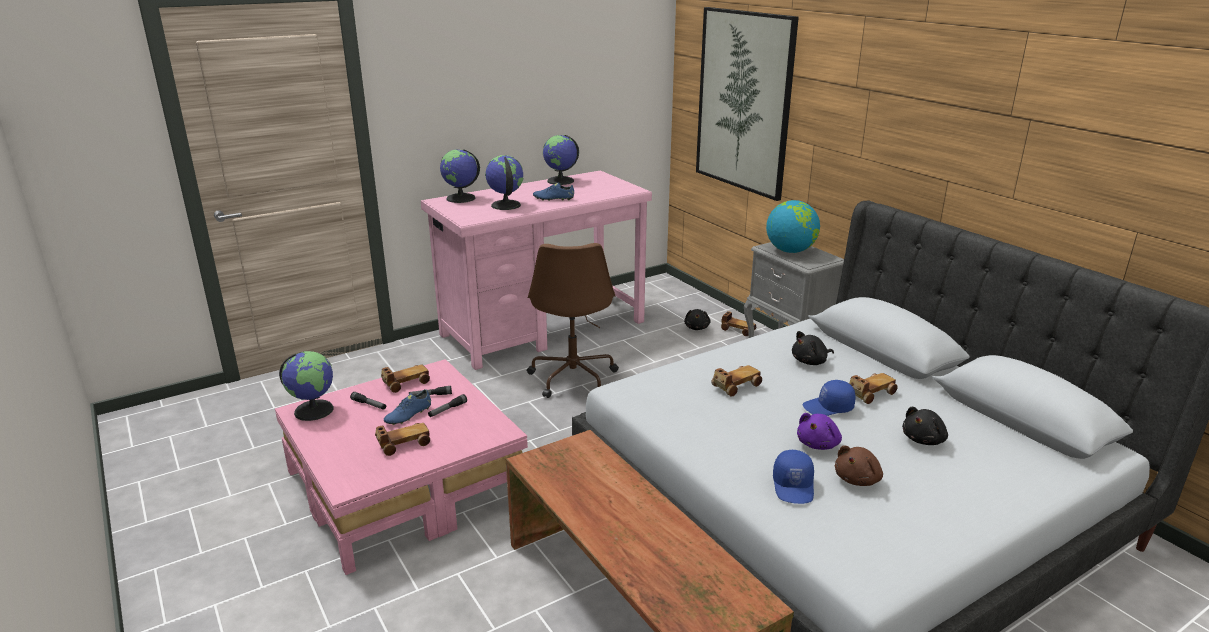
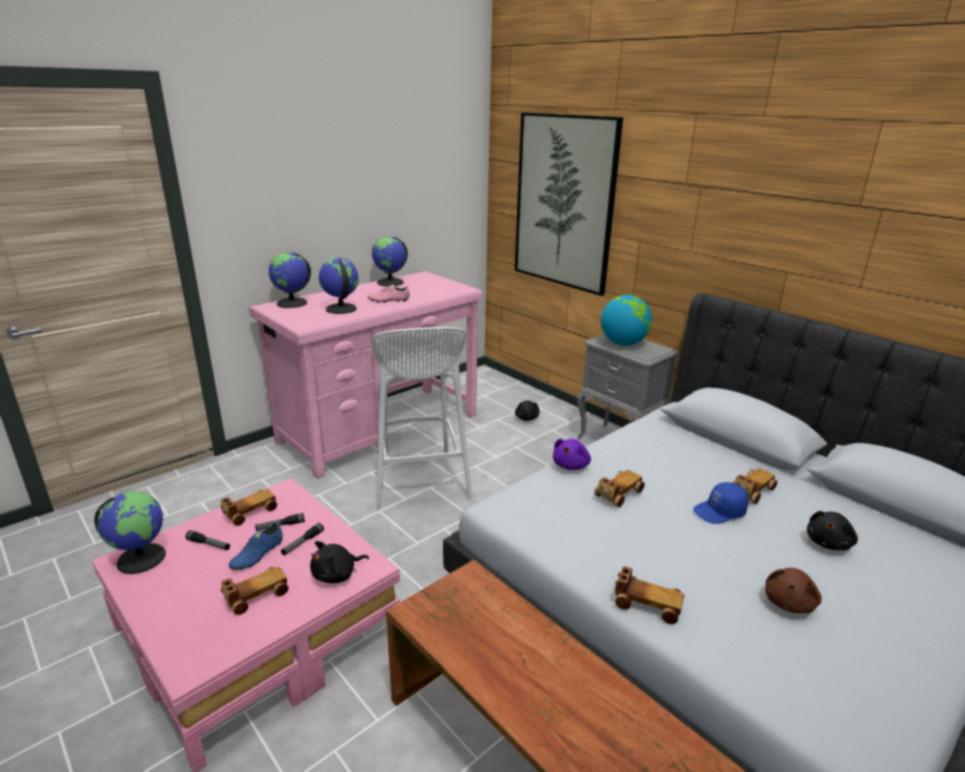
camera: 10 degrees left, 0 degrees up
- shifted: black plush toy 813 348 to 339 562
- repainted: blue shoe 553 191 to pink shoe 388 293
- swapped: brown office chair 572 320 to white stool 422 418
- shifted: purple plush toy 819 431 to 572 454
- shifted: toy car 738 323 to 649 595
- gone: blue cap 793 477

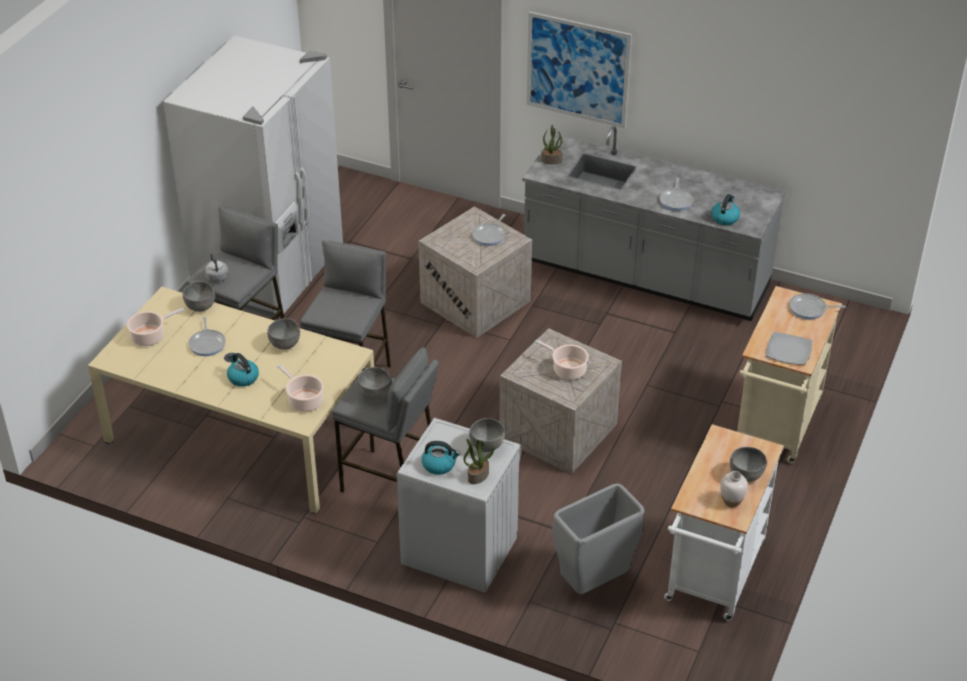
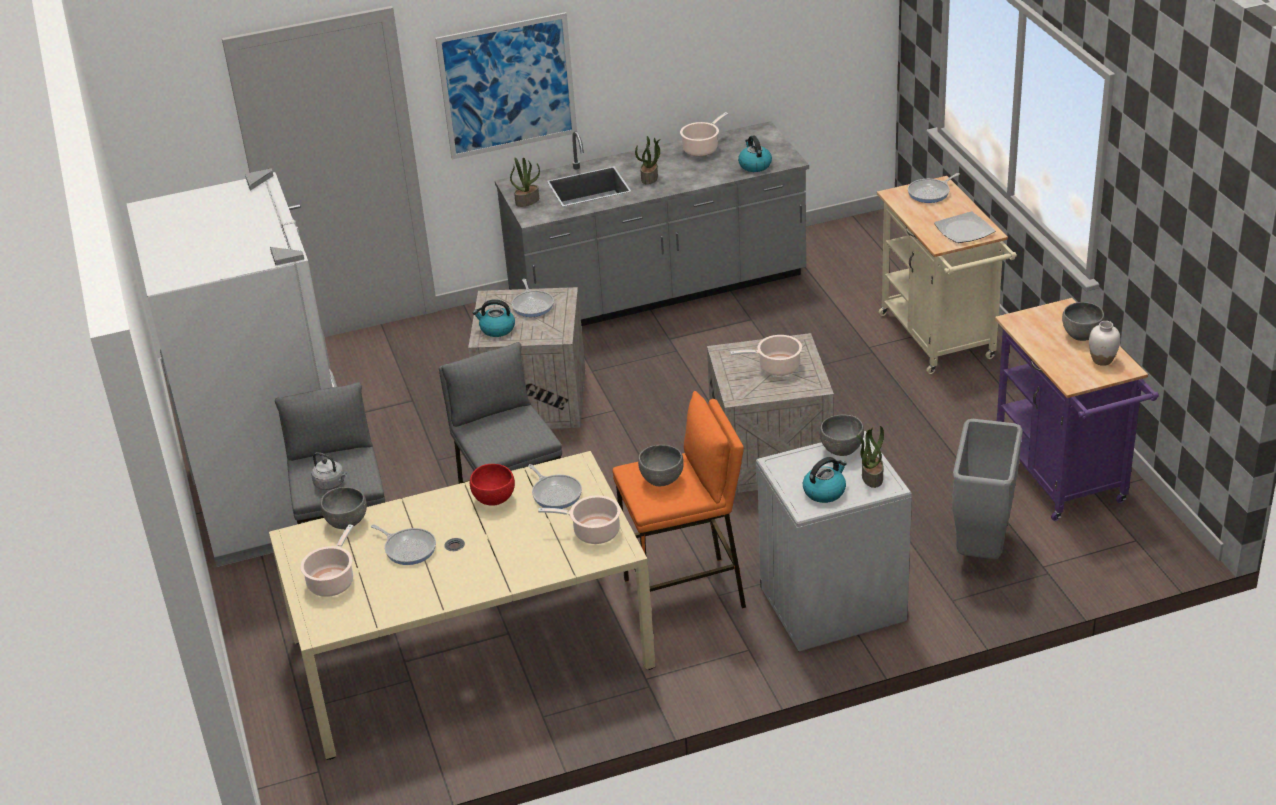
camera: 40 degrees left, 5 degrees down
- repainted: grey bowl 283 334 to red bowl 492 485
- shifted: kettle 243 370 to 494 318
- shifted: frying pan 676 194 to 555 486
- repainted: grey stool 385 420 to orange stool 679 500
- new: potted plant 648 160
- new: cooking pot 704 134
- repainted: white cart 724 522 to purple cart 1077 409

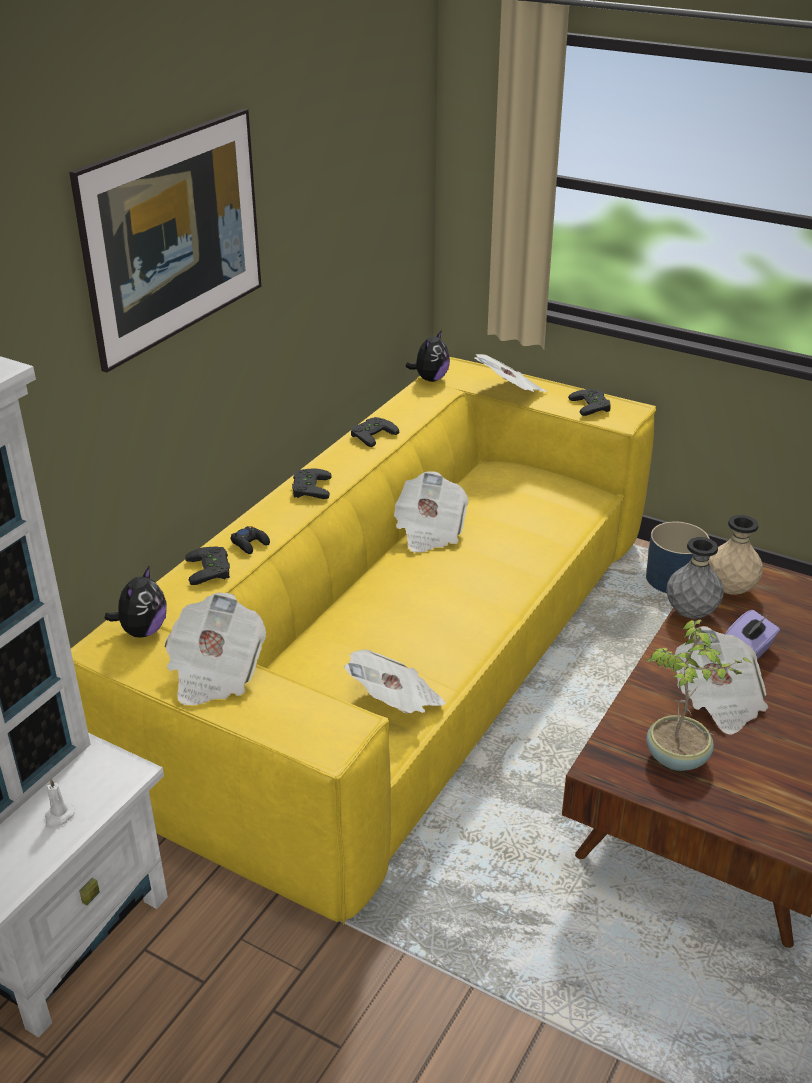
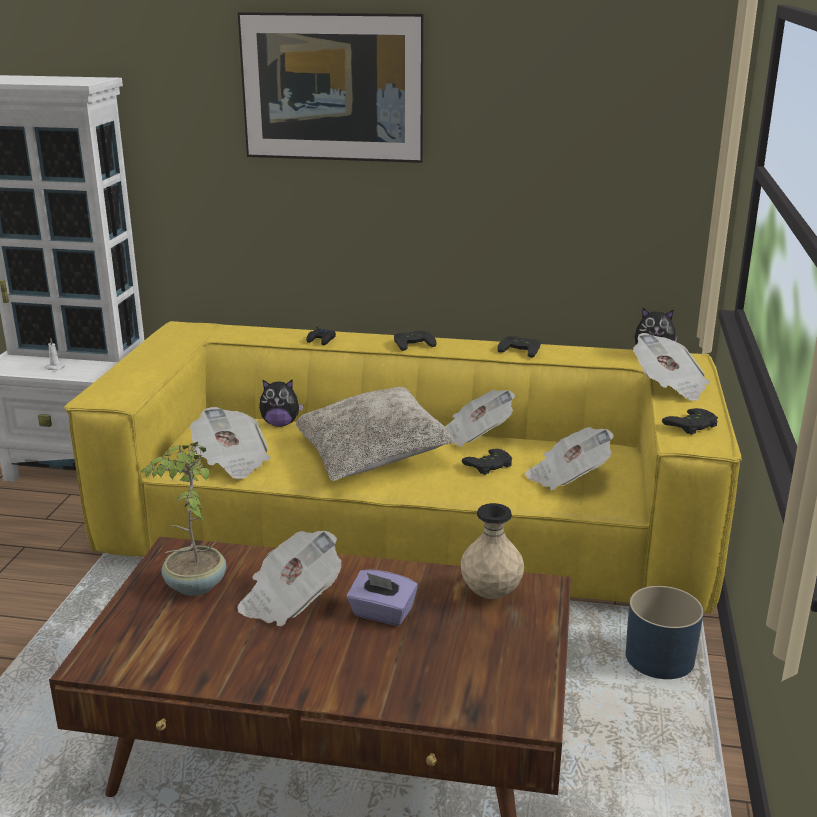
camera: 70 degrees right, 10 degrees down
- shifted: plush toy 136 602 to 281 403
- new: beige pillow 374 434
- shifted: black game controller 208 565 to 487 462
- shifted: newspaper 215 648 to 569 458
- gone: grey vase 695 578

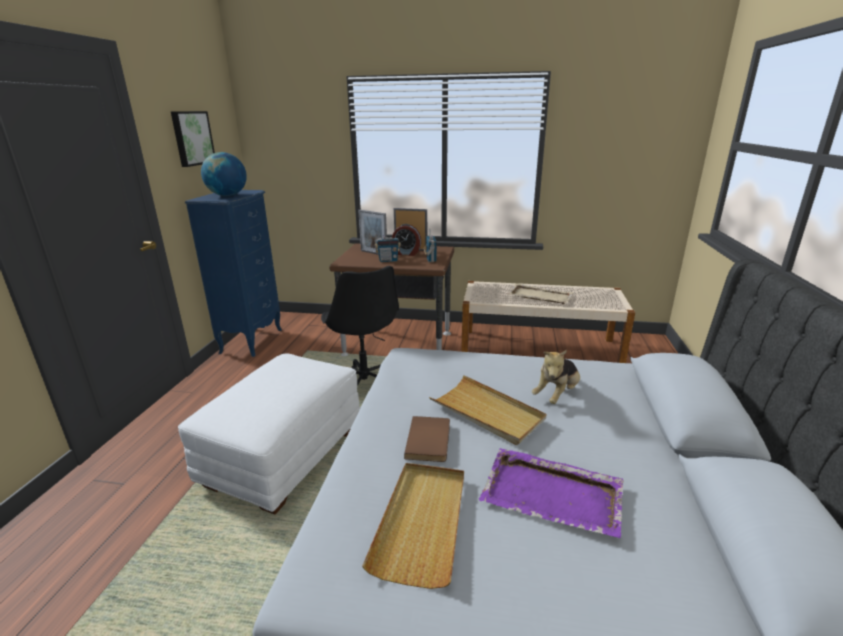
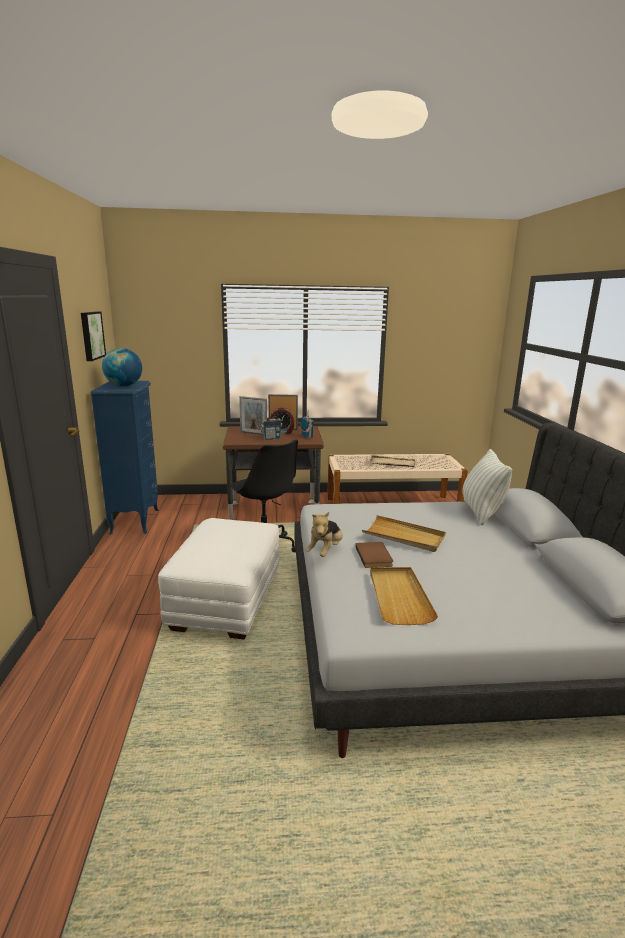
camera: 15 degrees left, 5 degrees down
- shifted: plush toy 556 377 to 324 534
- new: pillow 487 487
- gone: purple tray 551 493

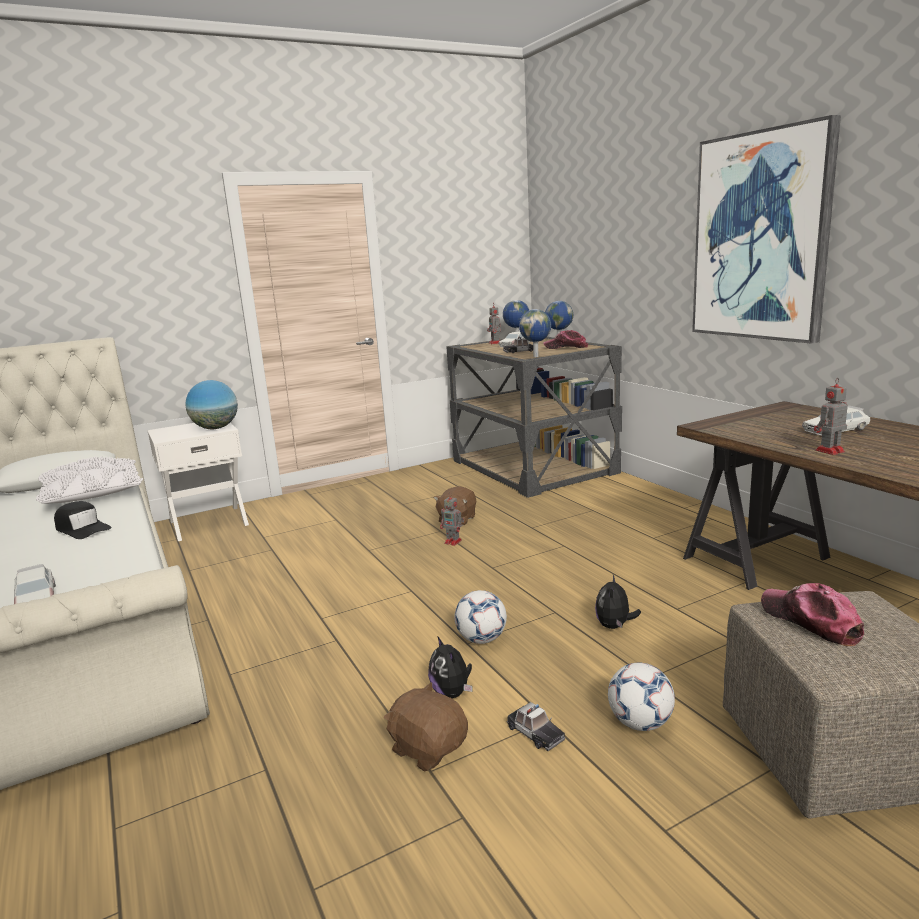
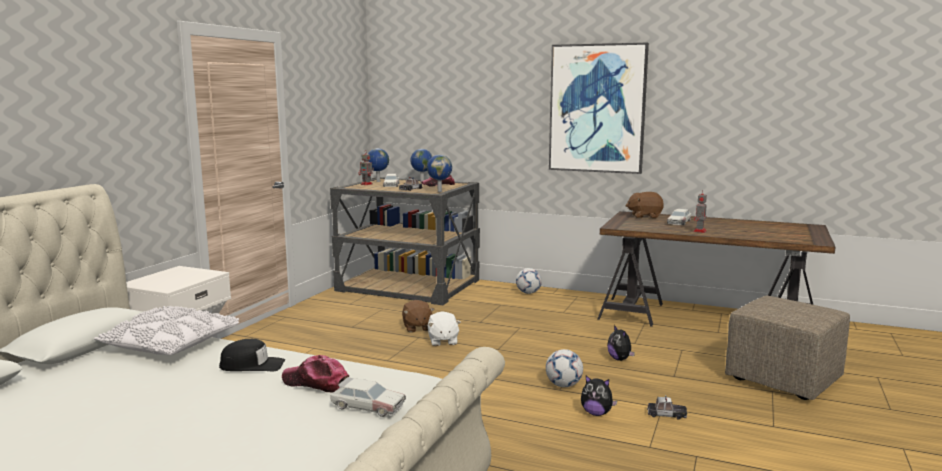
camera: 40 degrees left, 5 degrees down
- shifted: cap 812 614 to 315 373
- swapped: toy robot 452 519 to white plush toy 444 329
- shifted: football 641 697 to 529 281
- shifted: brown plush toy 426 727 to 644 205
- gone: globe 211 404

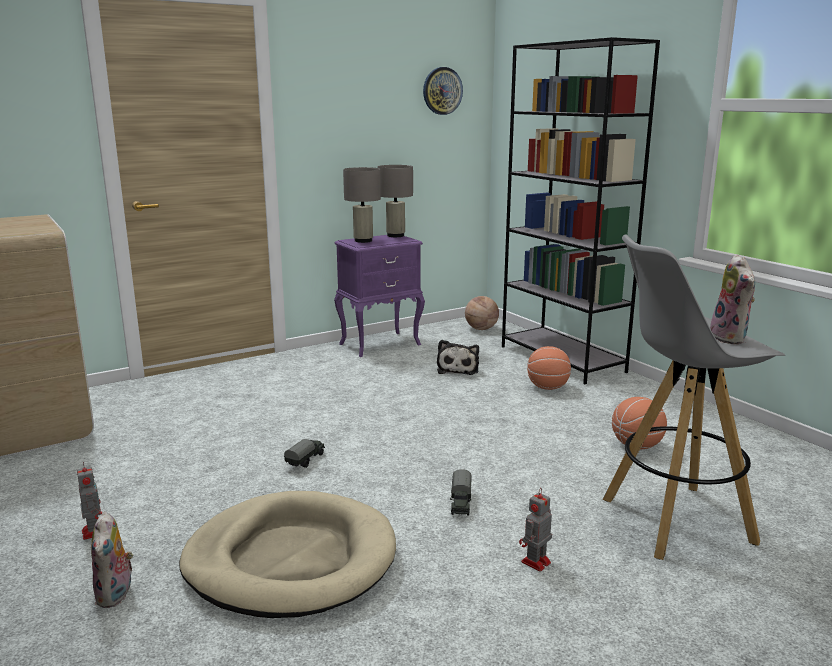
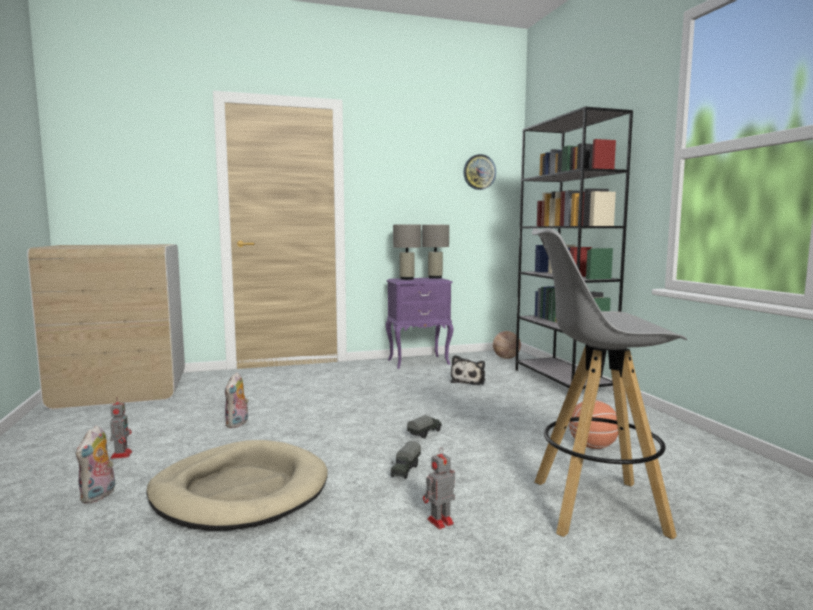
camera: 15 degrees right, 10 degrees down
- shifted: plush toy 732 299 to 237 400
- shifted: toy truck 304 453 to 424 426
- gone: basketball 549 368

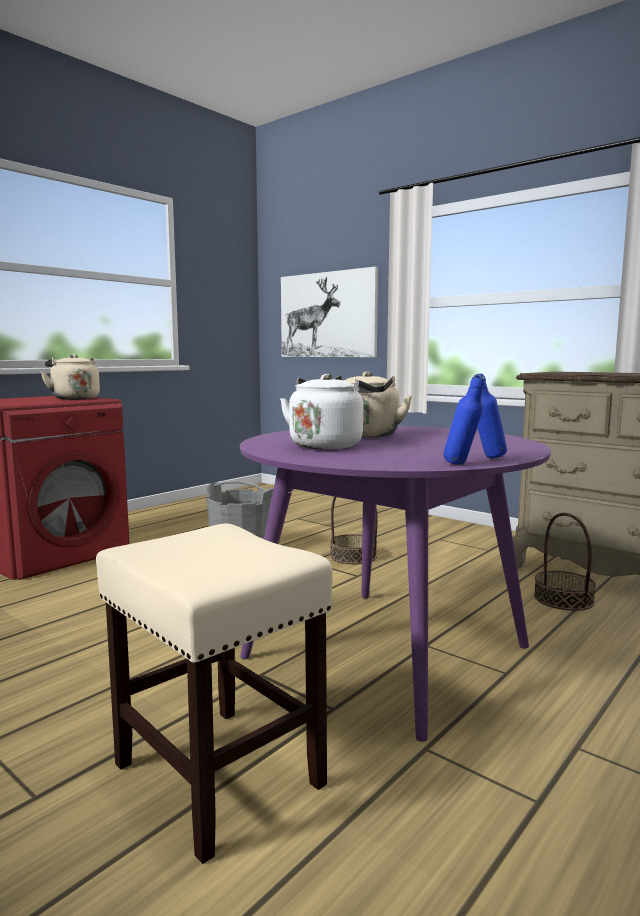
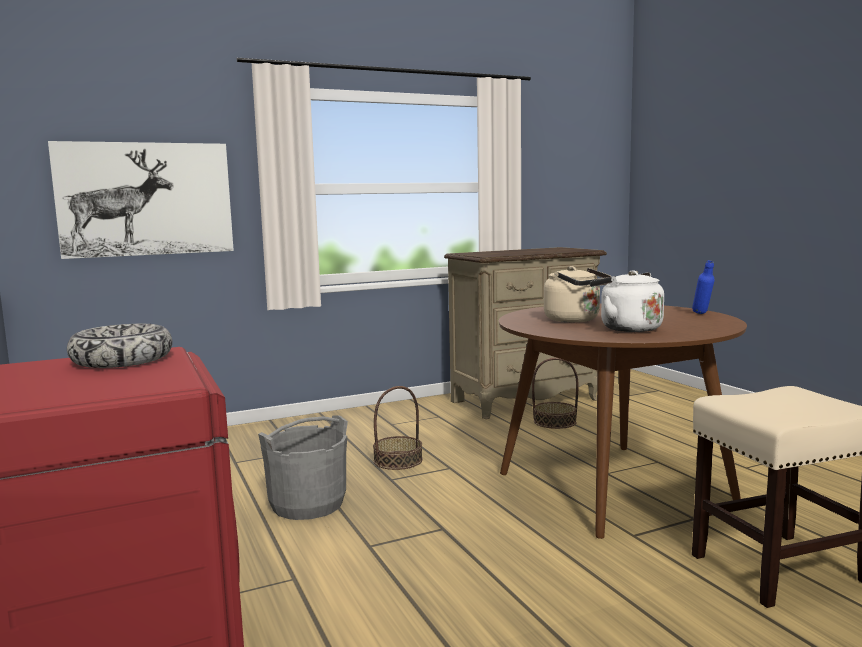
camera: 65 degrees left, 0 degrees up
- swapped: beige kettle 70 377 to bowl 119 346
- repainted: purple dining table 395 584 to brown dining table 623 421
- gone: blue bottle 464 420

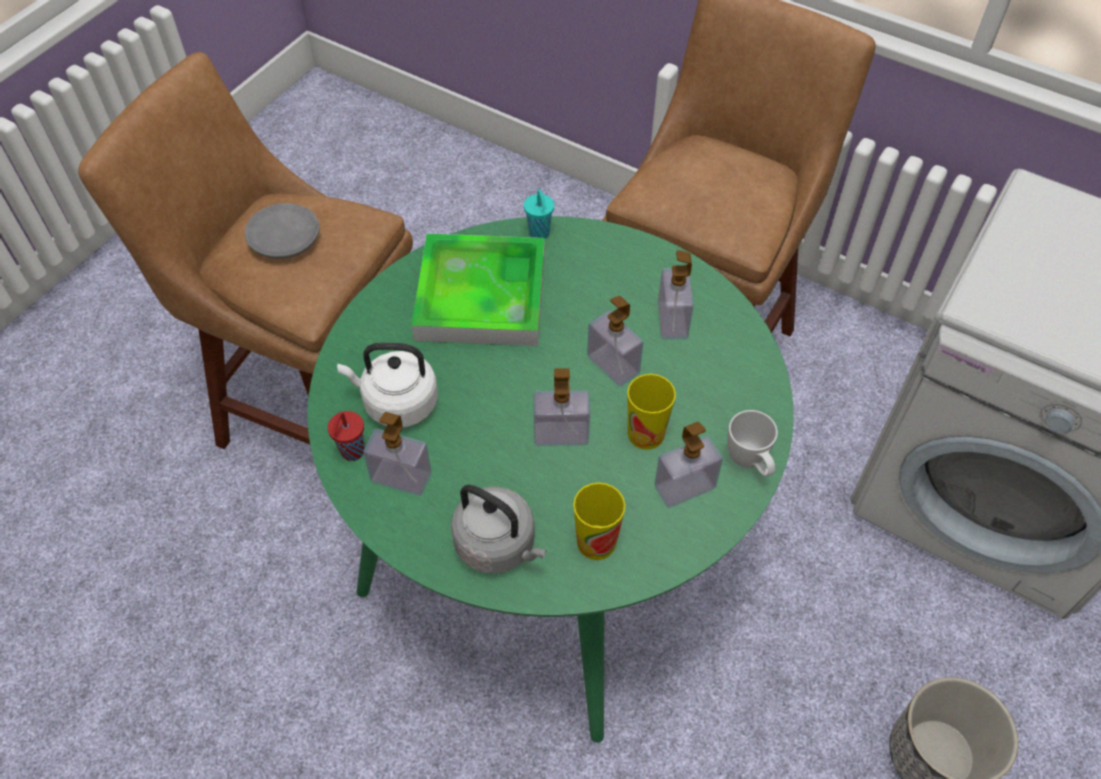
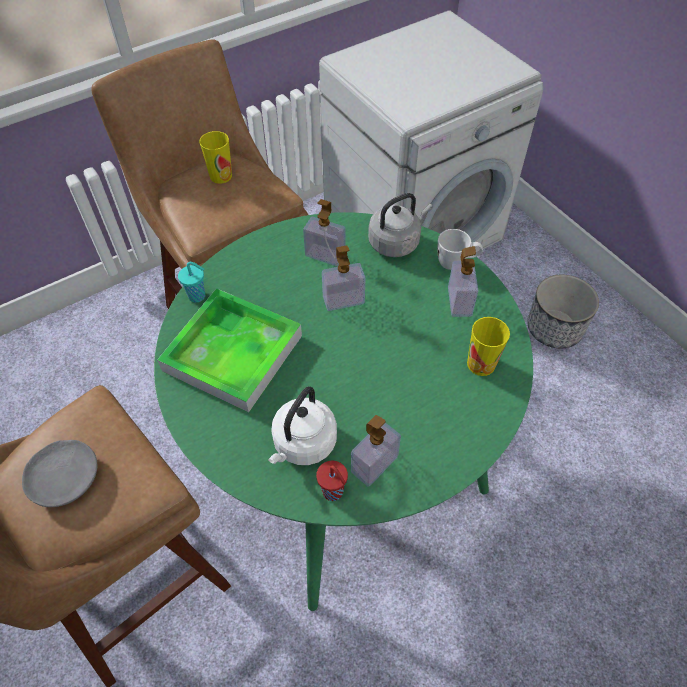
camera: 65 degrees left, 0 degrees up
- shifted: cup 651 412 to 215 157
- shifted: grey kettle 498 529 to 400 225
- gone: soap dispenser 561 407

